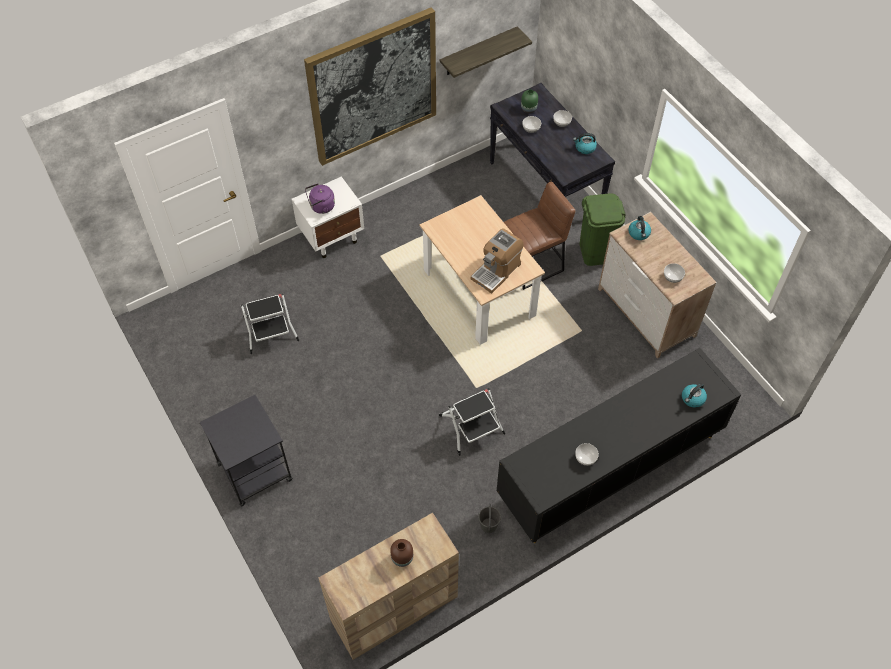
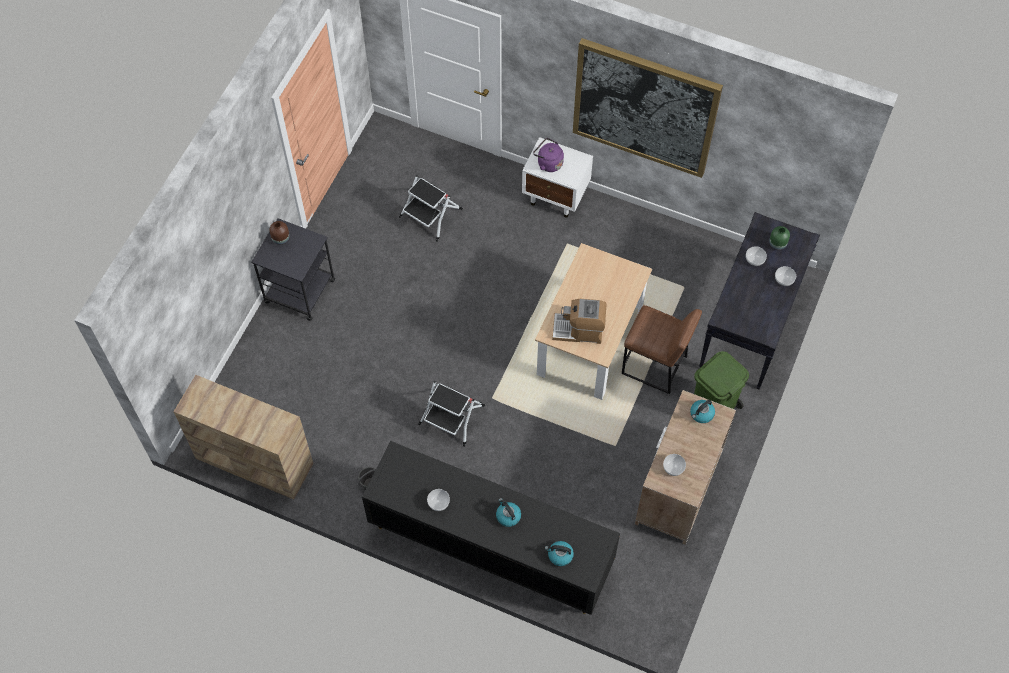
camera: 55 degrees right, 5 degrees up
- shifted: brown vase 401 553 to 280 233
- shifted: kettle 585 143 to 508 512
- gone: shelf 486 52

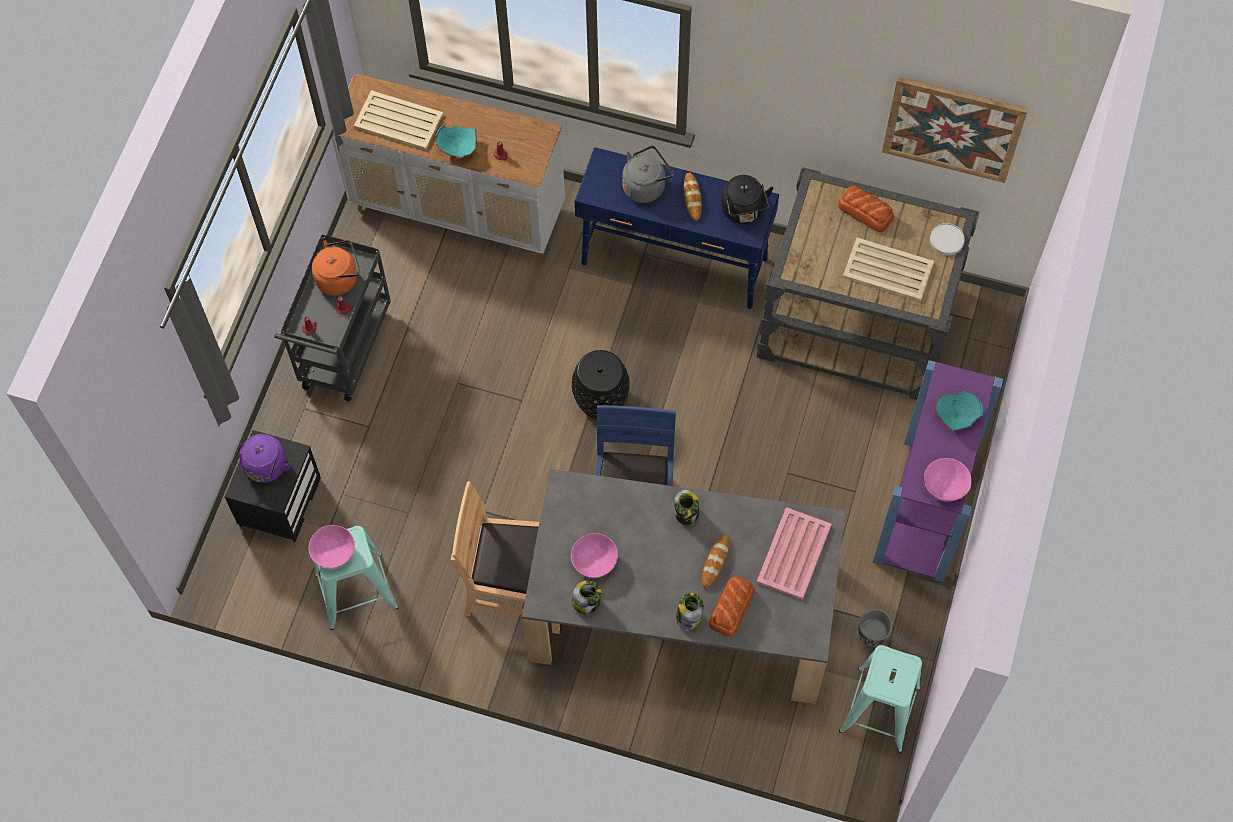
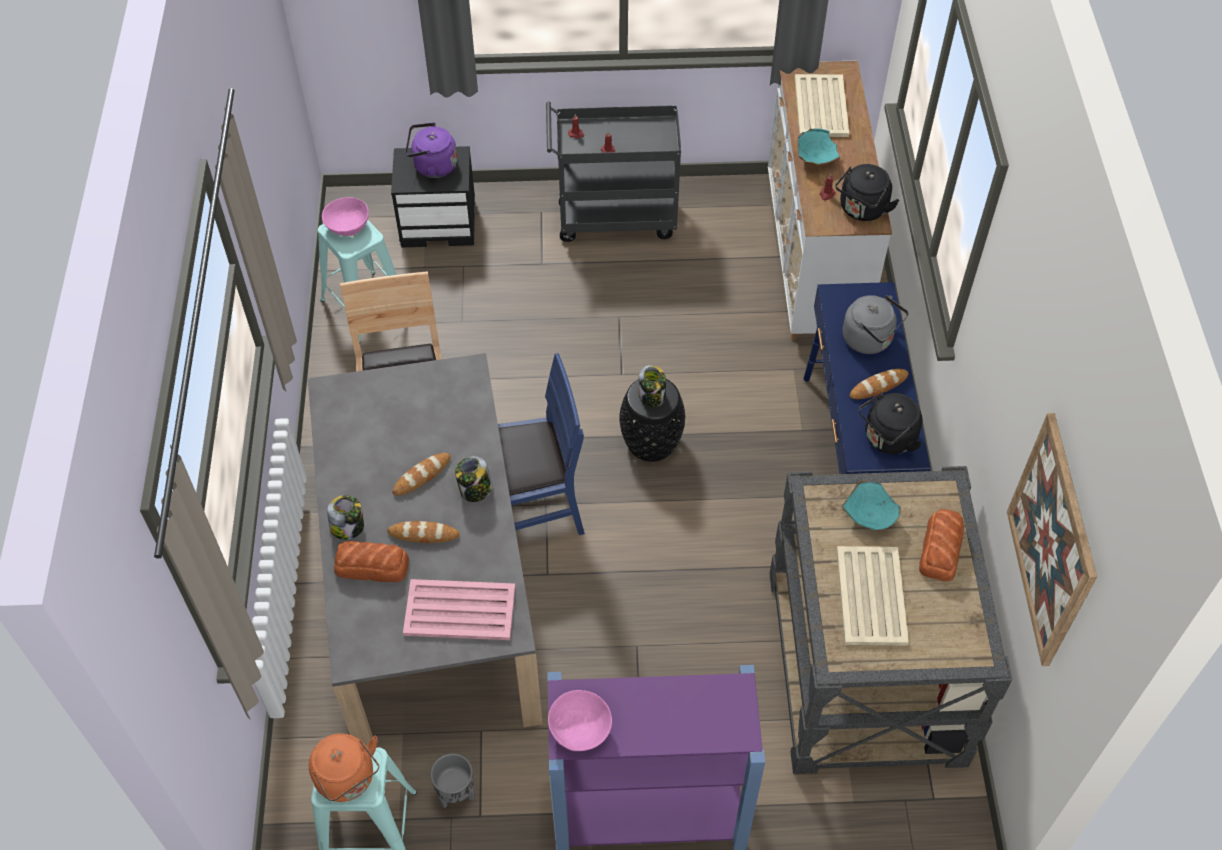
camera: 70 degrees right, 10 degrees down
- shifted: orange kettle 336 267 to 344 767
- new: bread 421 474
- shifted: jar 587 597 to 652 386
- new: black kettle 867 192
- shifted: turquoise bowl 959 410 to 871 505
- gone: pink bowl 594 555
- gone: white plate 947 239

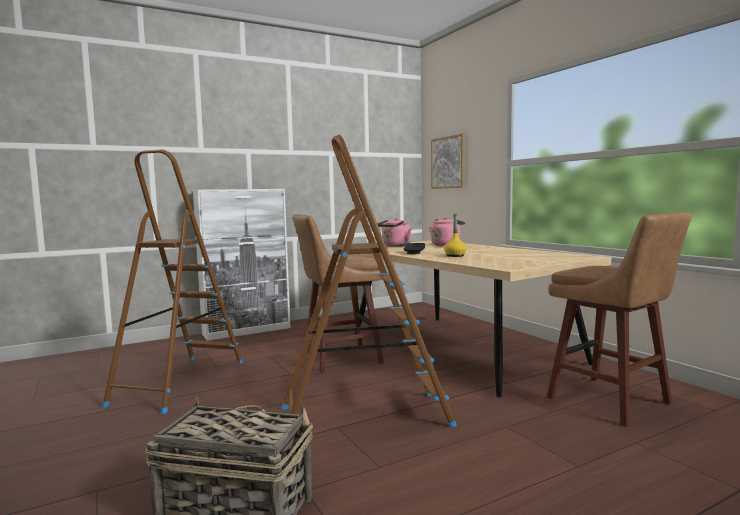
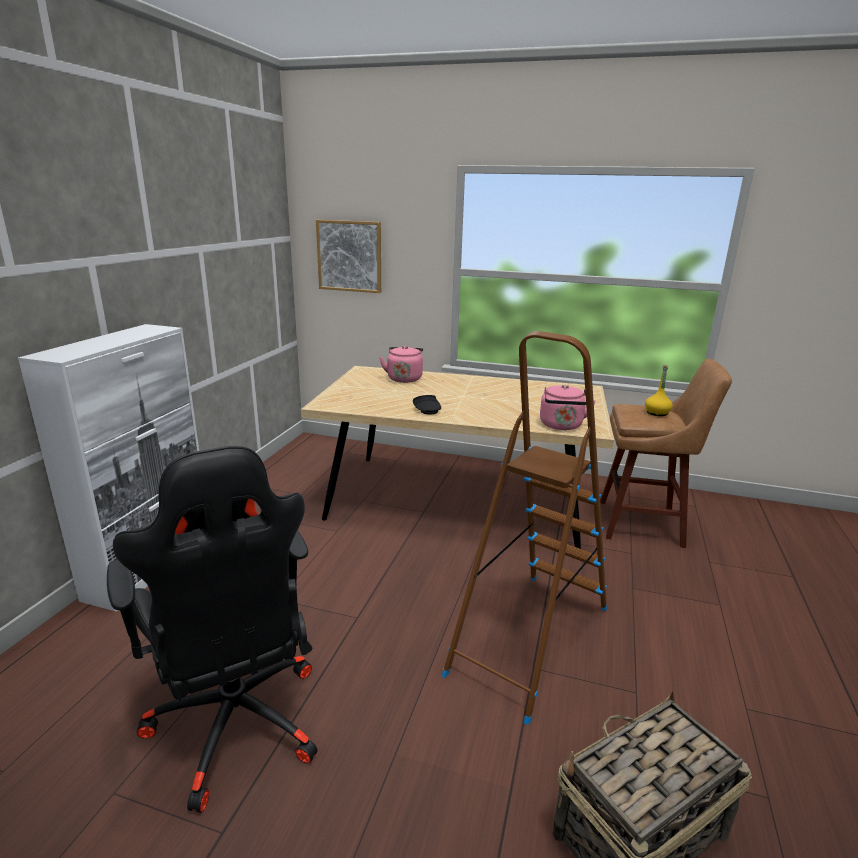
camera: 45 degrees left, 15 degrees up
- swapped: brown step ladder 172 282 to black office chair 212 629
- shifted: pink kettle 394 232 to 568 407
- shifted: yellow bottle 455 235 to 659 390
- gone: brown stool 338 293

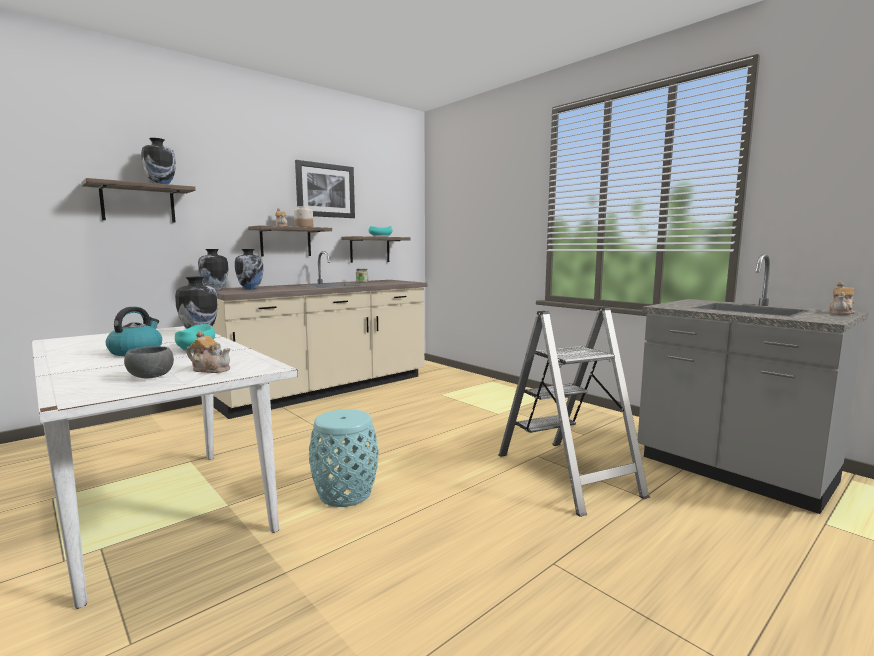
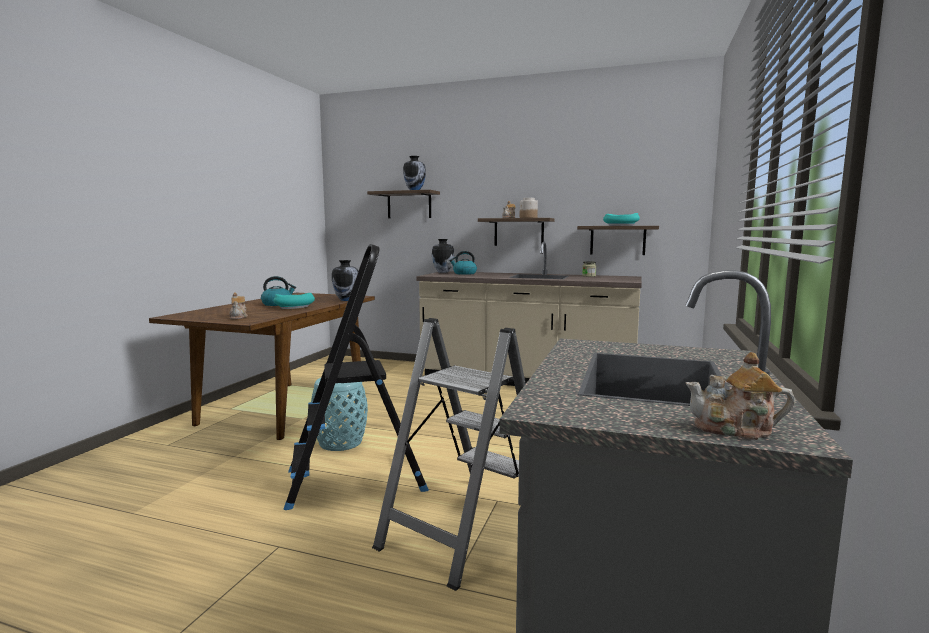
camera: 60 degrees right, 0 degrees up
- repainted: white dining table 165 467 to brown dining table 262 366
- new: black step ladder 356 377
- swapped: vase 249 269 to kettle 463 263
- gone: grey bowl 149 362
- gone: picture 325 189

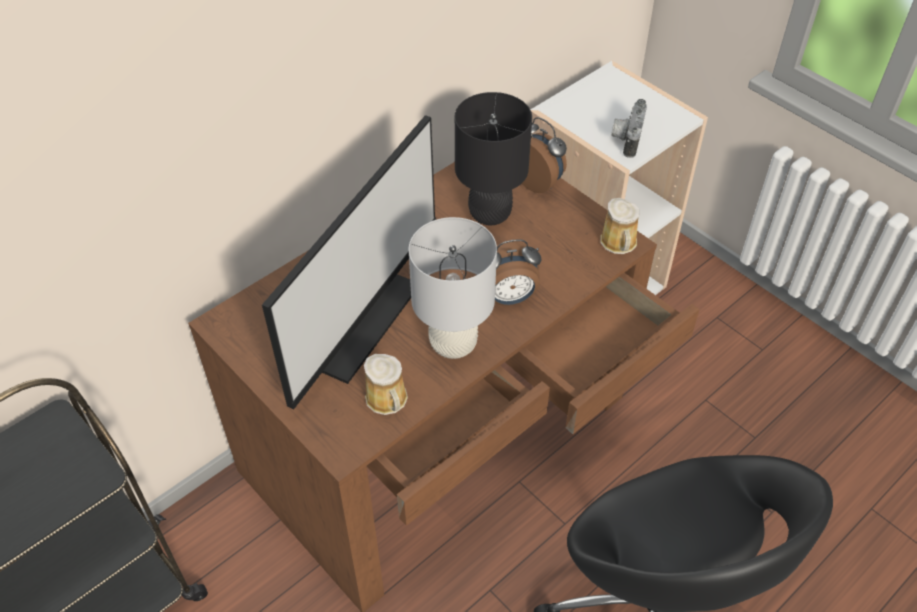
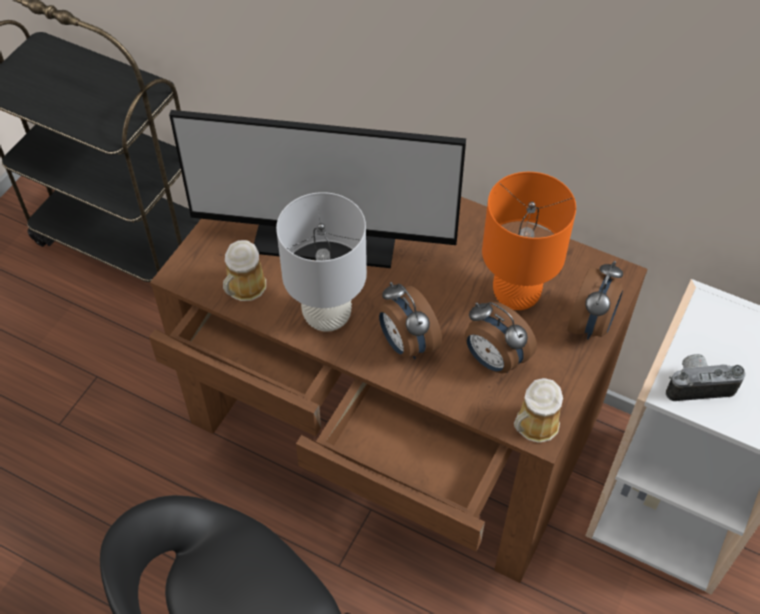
camera: 70 degrees right, 5 degrees up
- new: alarm clock 501 337
- repainted: black table lamp 493 158 to orange table lamp 529 241

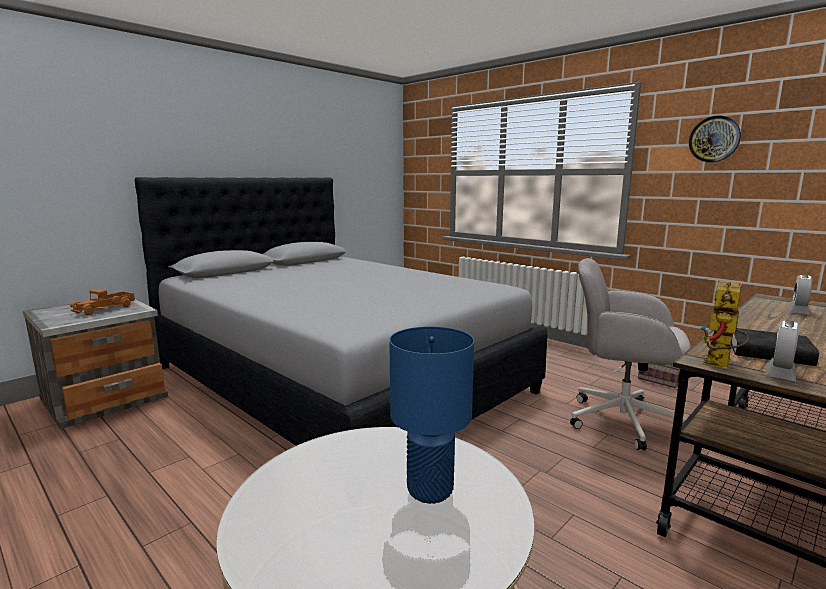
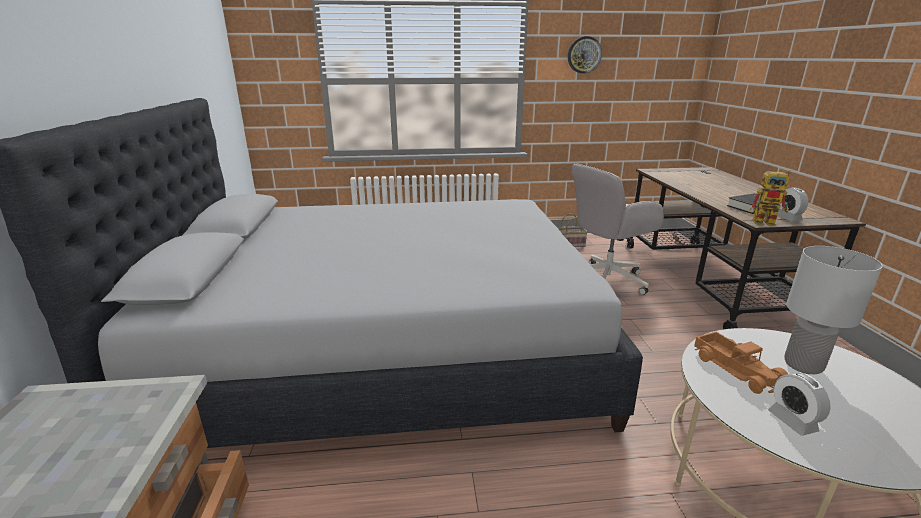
camera: 50 degrees left, 10 degrees up
- shifted: toy truck 102 302 to 741 362
- rotated: toy robot 725 324 = 770 198 60 degrees counterclockwise
- shifted: alarm clock 799 294 to 799 404
- repainted: blue table lamp 431 415 to grey table lamp 833 310

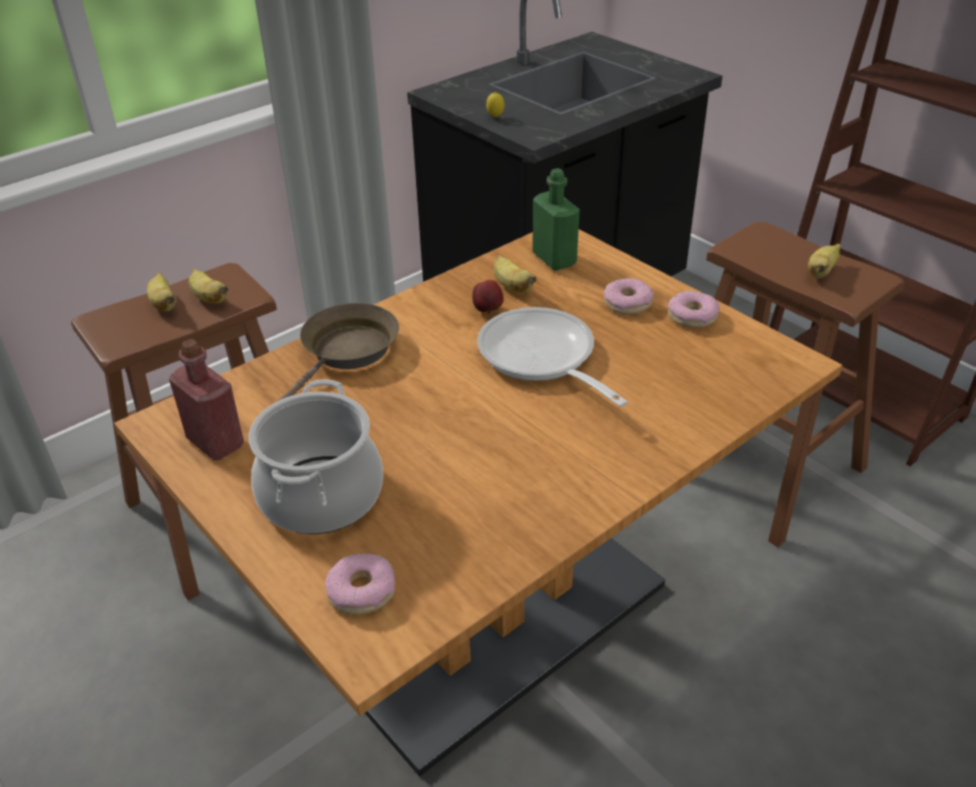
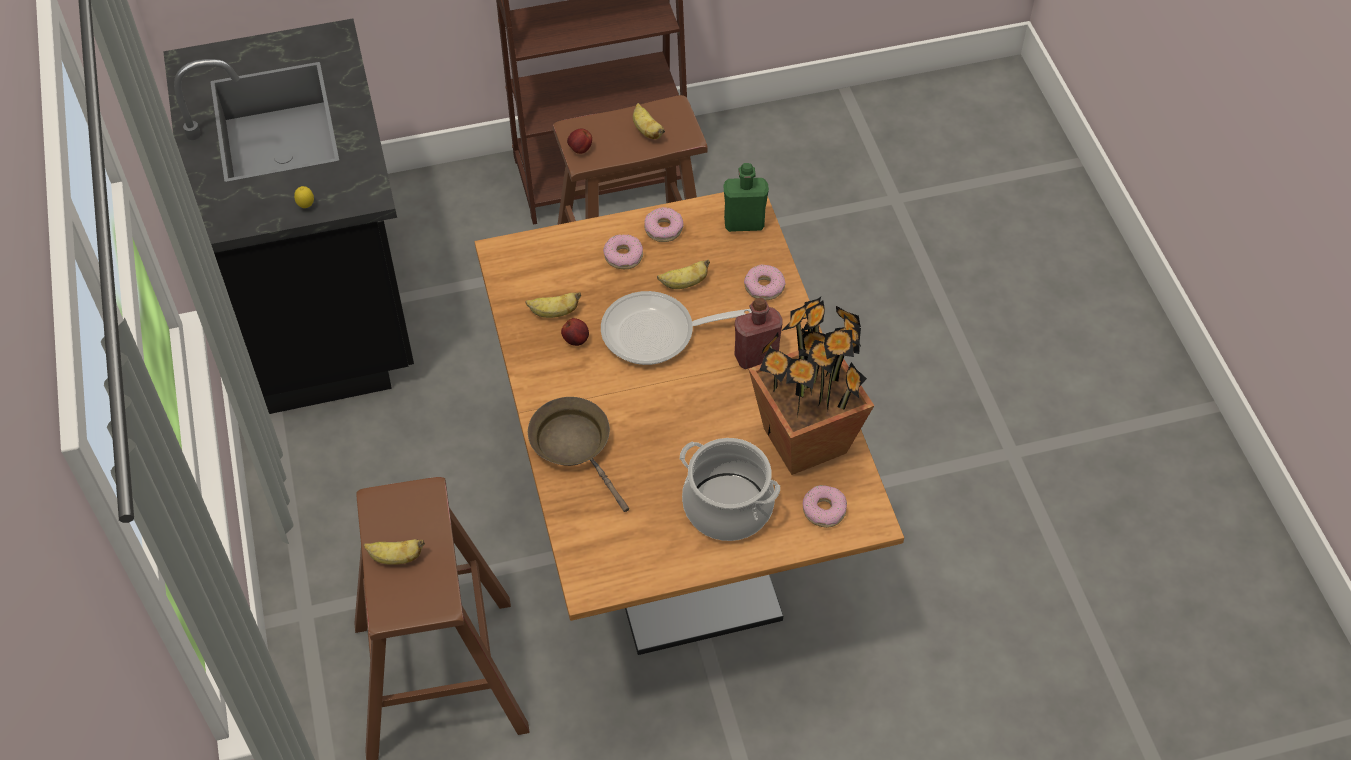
camera: 65 degrees left, 15 degrees up
- new: apple 579 141
- shifted: banana 208 286 to 683 274
- shifted: green bottle 556 219 to 746 197
- shifted: red bottle 206 399 to 758 333
- new: donut 765 283
- new: potted plant 811 386

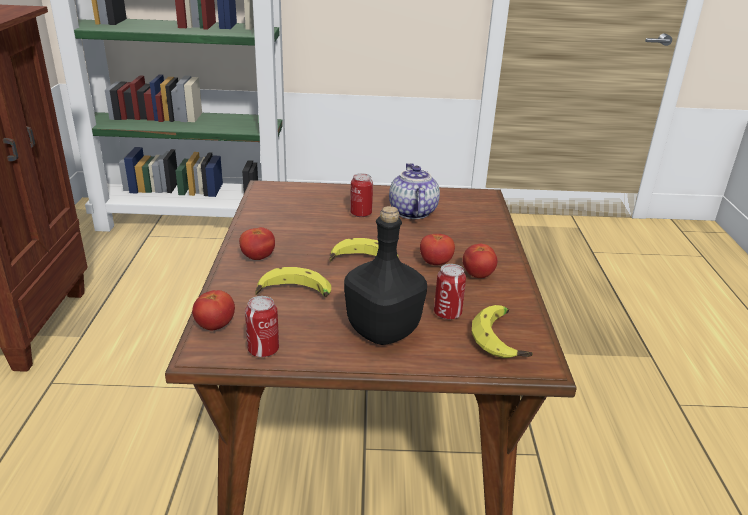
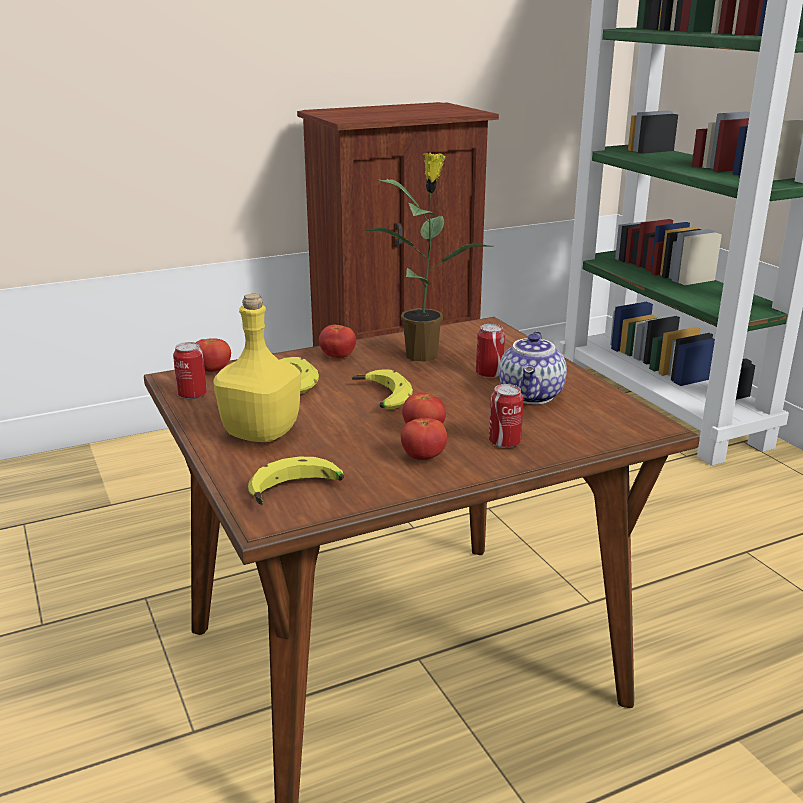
camera: 65 degrees right, 5 degrees down
- repainted: black bottle 385 275 to yellow bottle 257 368
- new: potted plant 425 257
- shifted: can 450 292 to 506 416
- rotated: teapot 414 191 = 533 367 135 degrees clockwise

